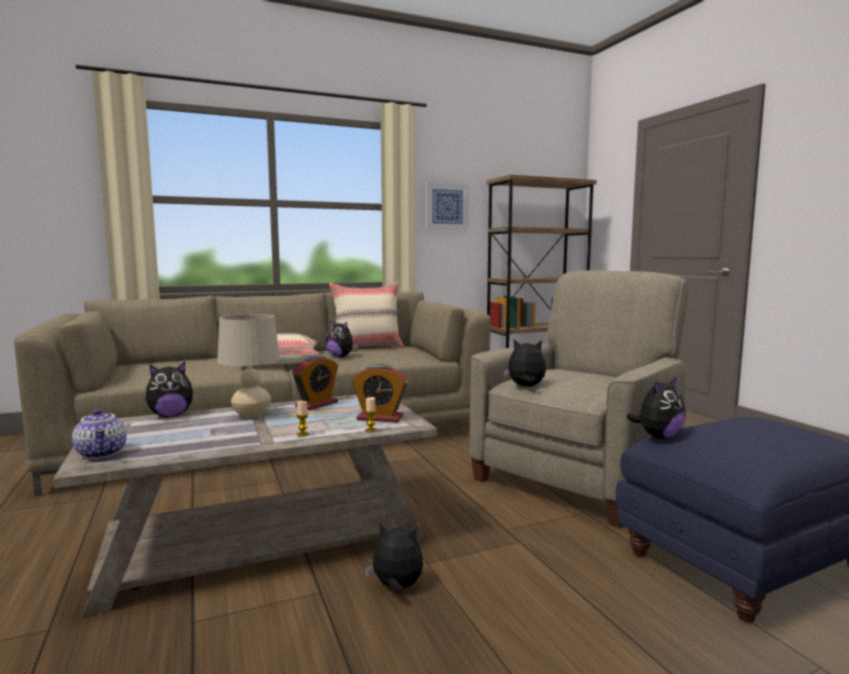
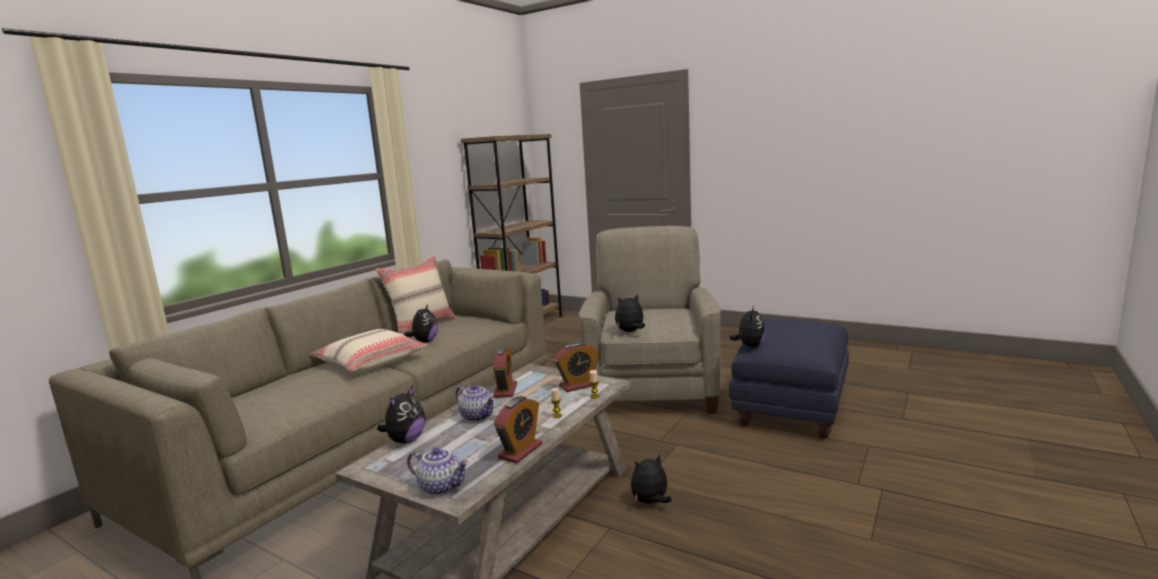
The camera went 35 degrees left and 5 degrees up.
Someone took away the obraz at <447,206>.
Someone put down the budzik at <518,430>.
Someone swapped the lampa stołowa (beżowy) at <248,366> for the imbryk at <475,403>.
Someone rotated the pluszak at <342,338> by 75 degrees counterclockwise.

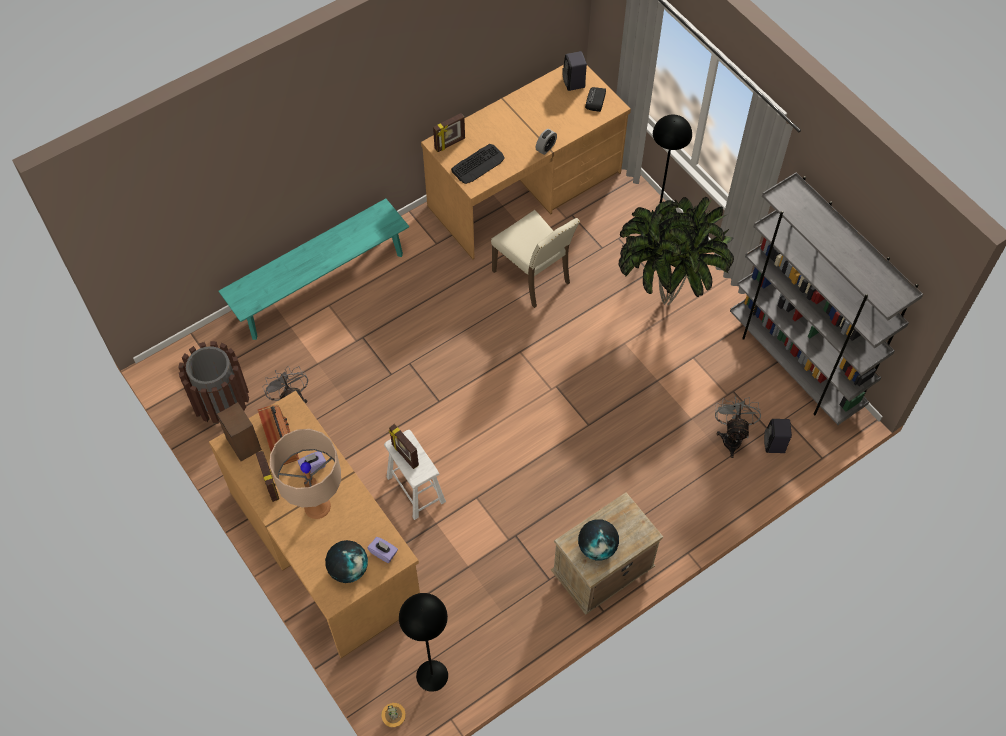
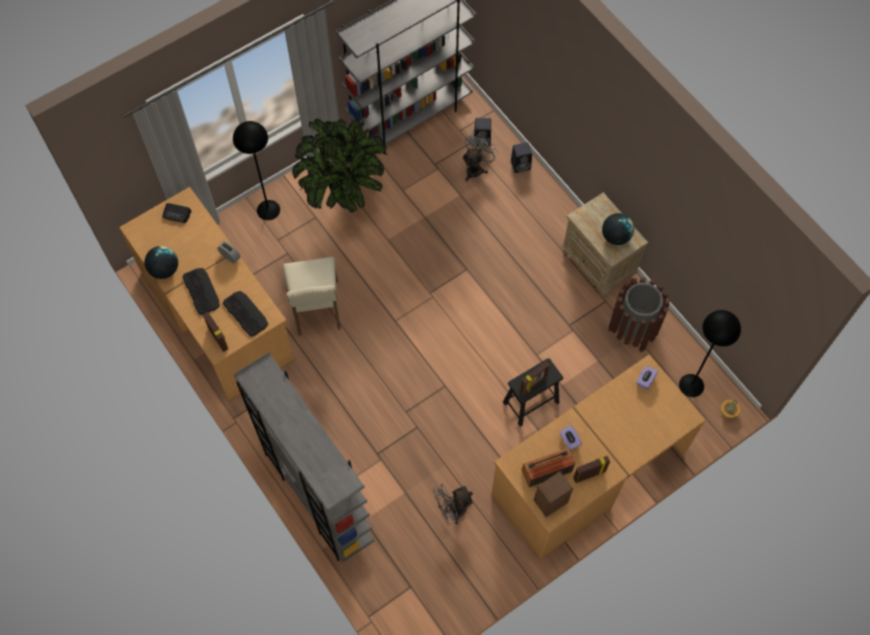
The camera went 90 degrees left and 5 degrees up.
Someone took away the lampa stołowa (beżowy) at <305,474>.
Someone put down the klawiatura at <201,291>.
Someone carried the kosz na śmieci (brązowy) from <213,382> to <639,314>.
Someone carried the globus from <346,561> to <161,262>.
Someone carried the głośnik (czarny) from <574,71> to <521,157>.
Someone swapped the ławka (turkusowy) at <313,269> for the regał (szary) at <304,457>.
Someone repainted the stołek (biały) at <415,475>, which became the stołek (czarny) at <533,392>.
Someone rotated the krzesło (beżowy) at <535,259> by 120 degrees clockwise.
Someone rotated the wentylator (szary) at <738,427> by 120 degrees clockwise.

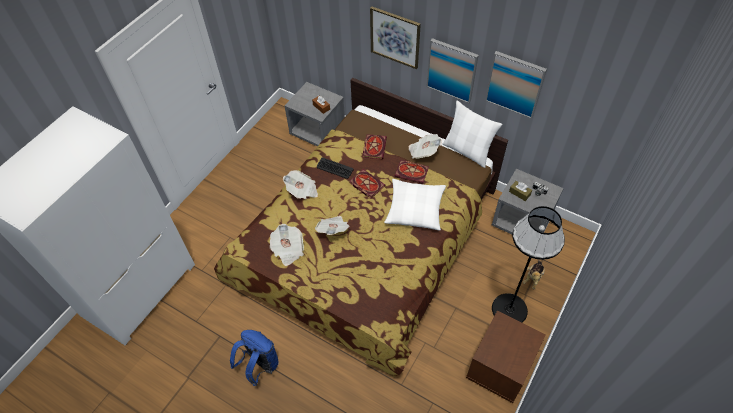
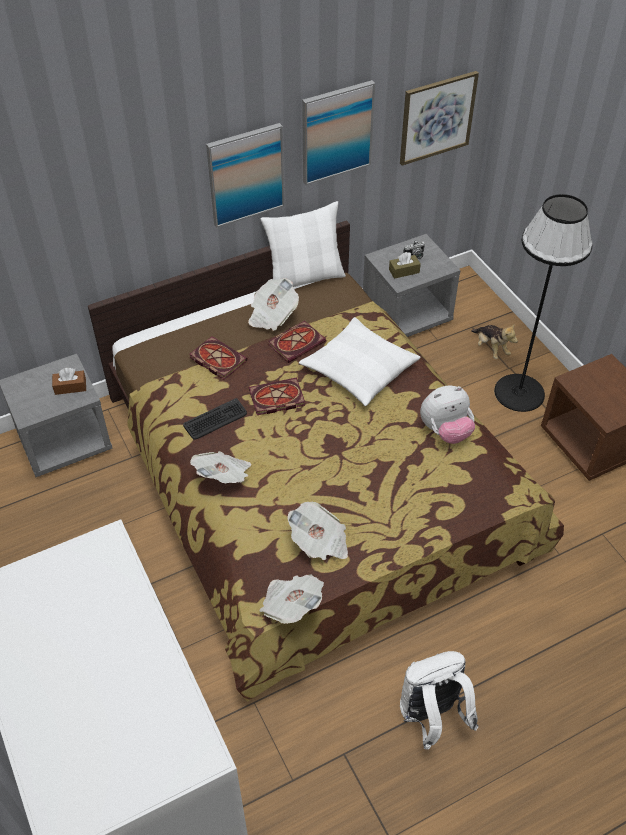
The camera went 60 degrees left and 5 degrees down.
Someone put down the pluszak at <447,415>.
Someone carried the gazeta from <332,225> to <291,599>.
Someone carried the obraz from <395,37> to <439,118>.
Someone repainted the plecak (niebieski) at <254,358>, which became the plecak (biały) at <439,700>.

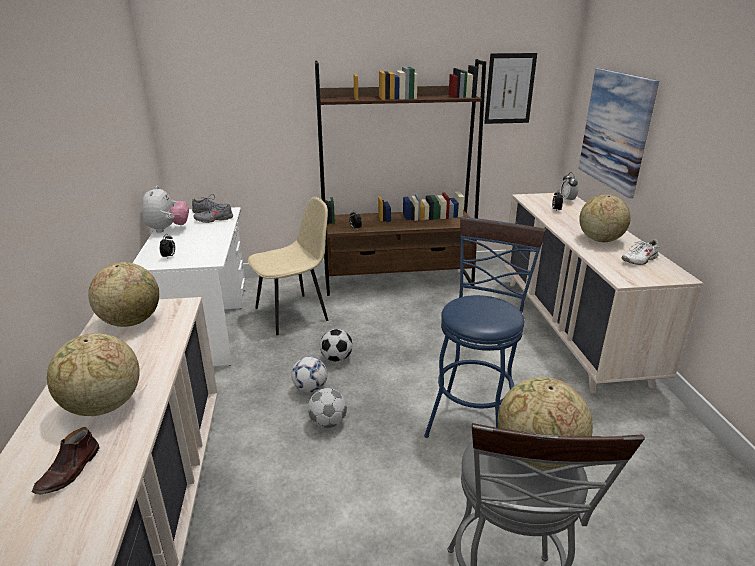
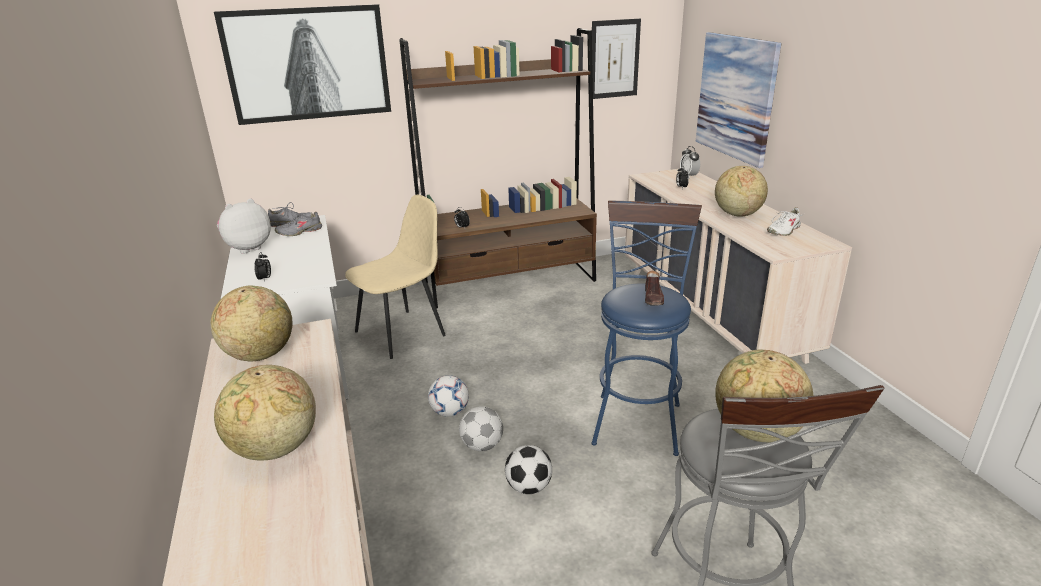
The camera went 10 degrees left and 0 degrees up.
Someone put up the obraz at <302,64>.
Someone carried the but (brązowy) from <66,461> to <654,288>.
Someone carried the piłka futbolowa from <336,345> to <528,469>.
Someone rotated the pluszak at <165,209> by 120 degrees counterclockwise.

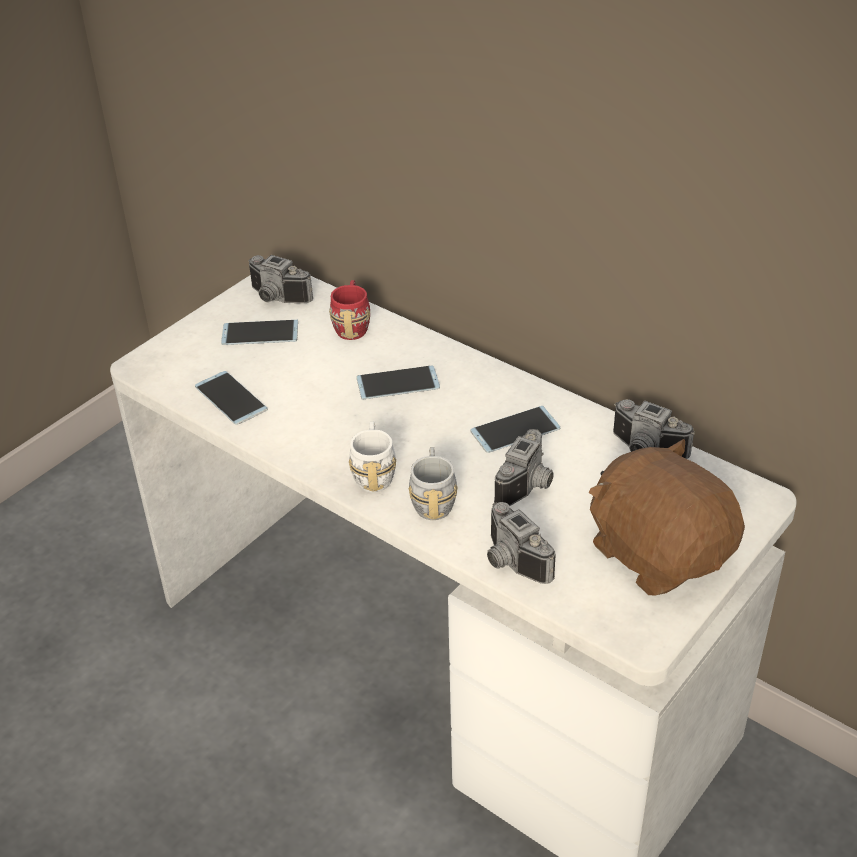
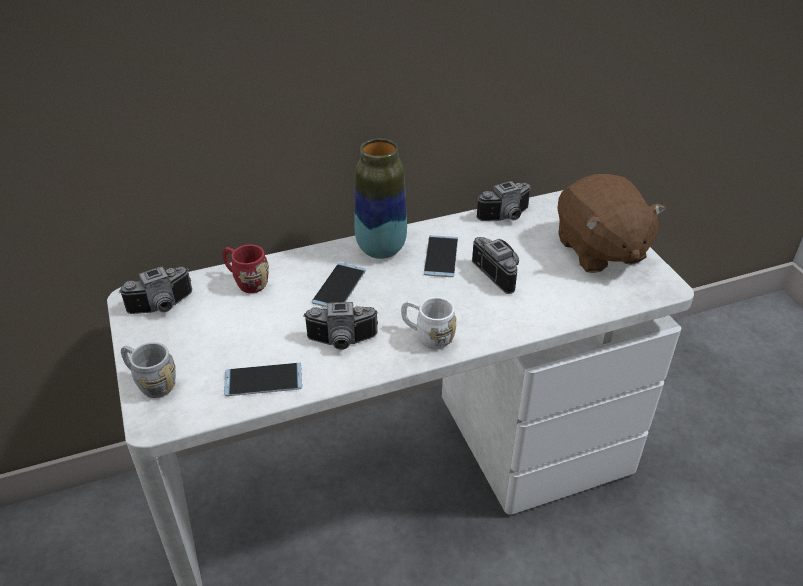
The camera went 60 degrees left and 0 degrees up.
Someone took away the telefon at <259,332>.
Someone put down the wazon at <380,198>.
Someone carried the kubek (szary) from <433,483> to <148,370>.
Someone carried the aparat fotograficzny from <521,543> to <340,326>.
Someone rotated the pluszak (brązowy) at <667,517> by 105 degrees counterclockwise.

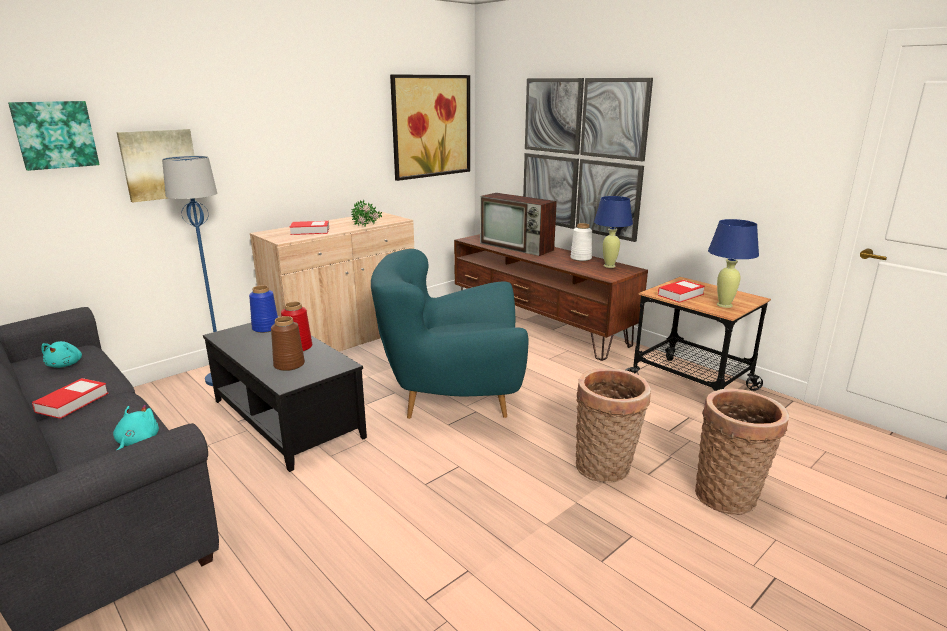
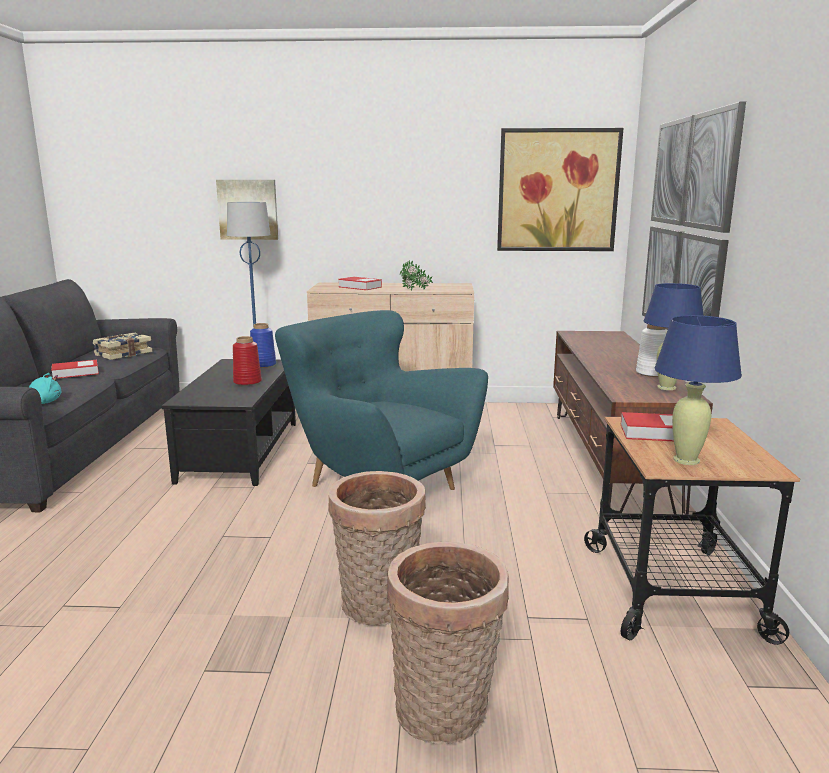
The camera went 45 degrees right and 5 degrees down.
Someone took away the obraz at <54,136>.
Someone took away the wazon (brązowy) at <288,343>.
Someone took away the telewizor at <518,224>.
Someone swapped the pluszak (turkusowy) at <61,354> for the książka at <122,346>.

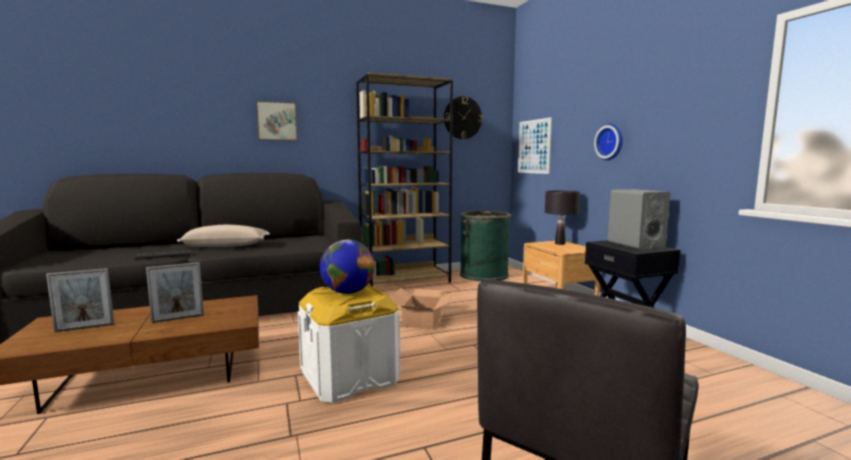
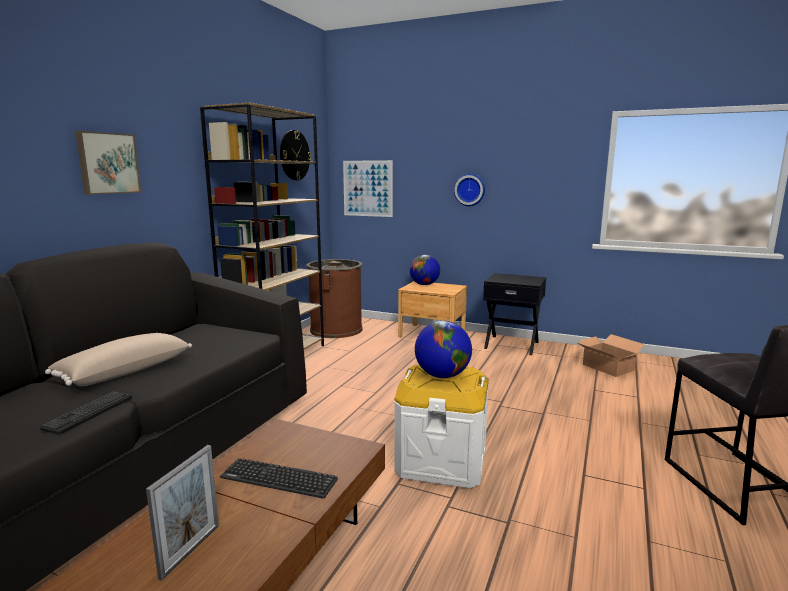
The camera went 45 degrees left and 5 degrees up.
Someone took away the głośnik (szary) at <639,219>.
Someone carried the karton from <422,308> to <611,355>.
Someone swapped the ramka na zdjęcie at <175,292> for the klawiatura at <279,478>.
Someone swapped the lampa stołowa (czarny) at <562,218> for the globus at <425,270>.
Someone repainted the kosz na śmieci (zielony) at <486,246>, which became the kosz na śmieci (brązowy) at <334,298>.

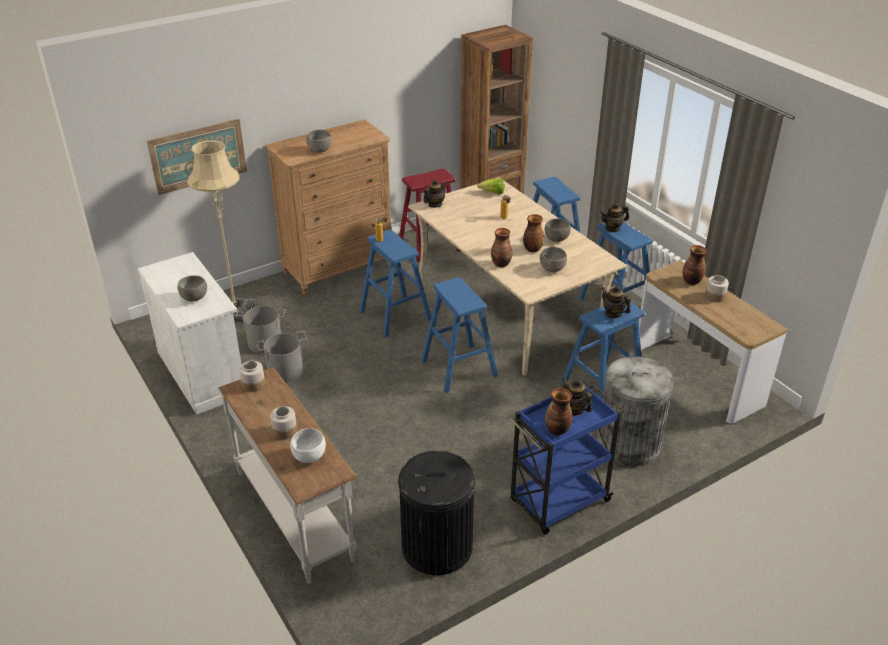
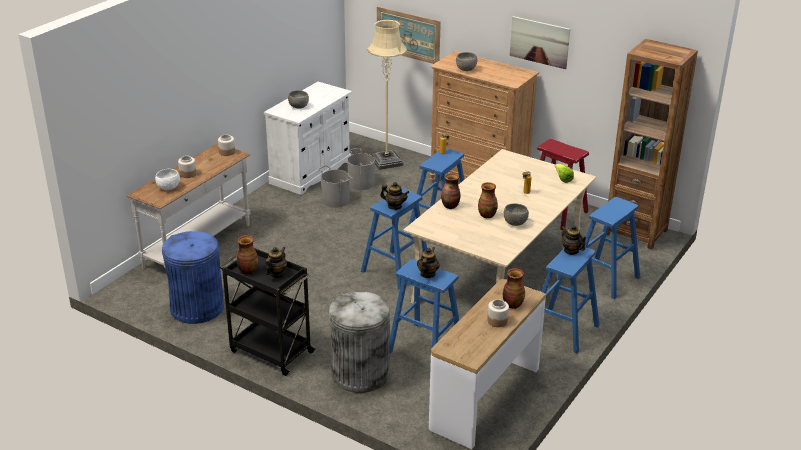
The camera went 65 degrees right and 5 degrees down.
Someone took away the miska (szary) at <553,259>.
Someone put up the obraz at <540,42>.
Someone carried the imbryk from <435,193> to <394,196>.
Someone repainted the kosz na śmieci (czarny) at <436,513>, which became the kosz na śmieci (niebieski) at <193,277>.
Someone repainted the wózek (niebieski) at <567,458>, which became the wózek (czarny) at <267,312>.

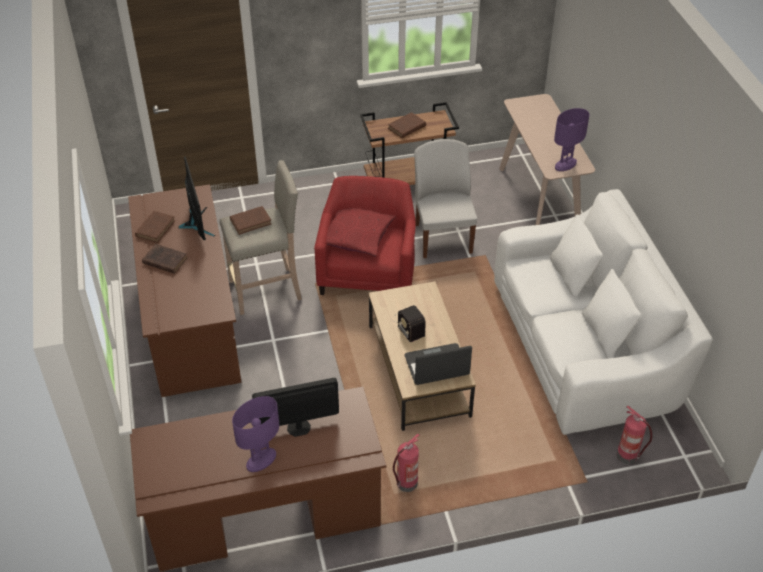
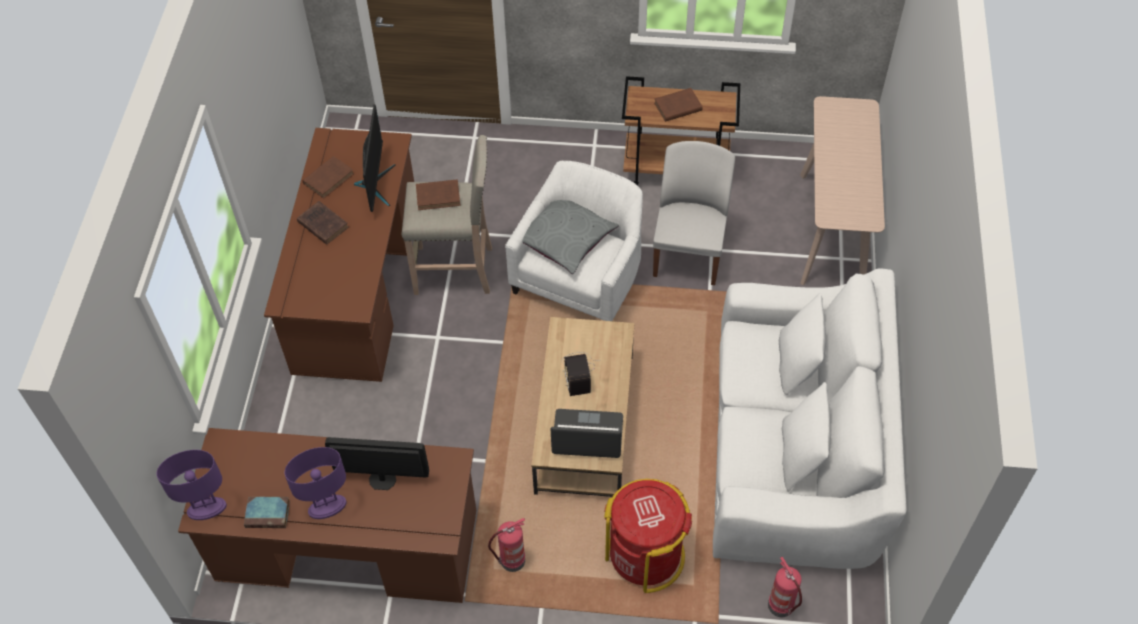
The camera went 20 degrees right and 10 degrees up.
Someone put down the książka at <267,512>.
Someone put down the kosz na śmieci (czerwony) at <648,536>.
Someone carried the lampa stołowa (fioletowy) from <571,139> to <192,485>.
Someone repainted the fotel (czerwony) at <365,235>, which became the fotel (biały) at <574,241>.
Someone repainted the poduszka (czerwony) at <361,232>, which became the poduszka (szary) at <570,237>.

